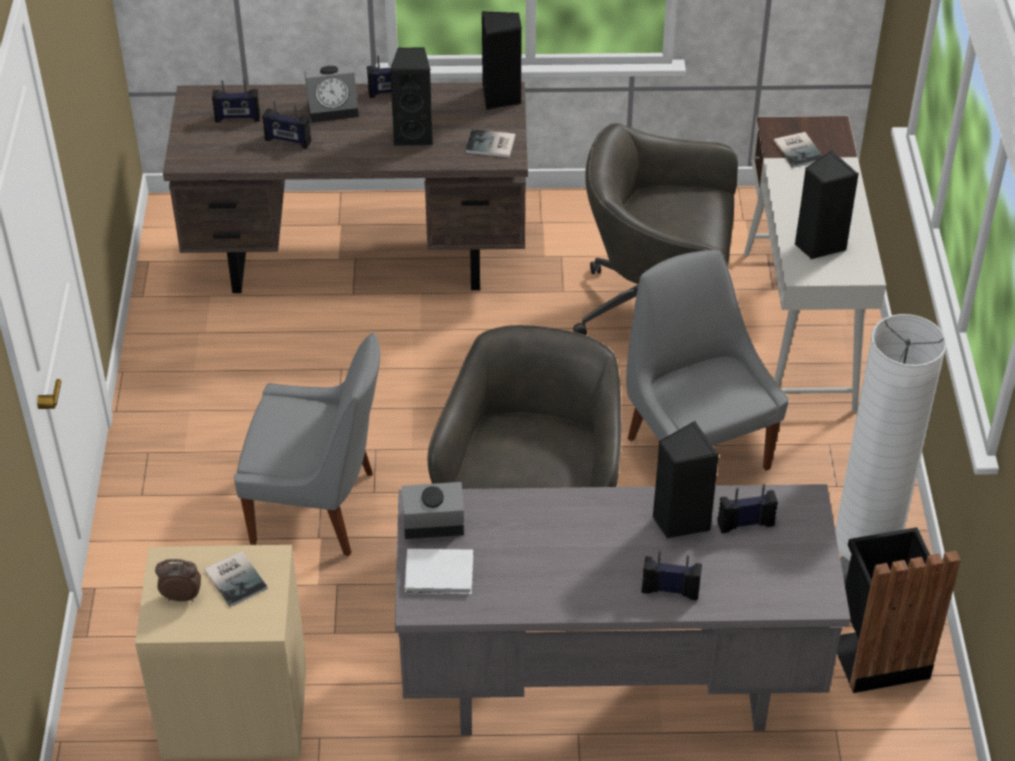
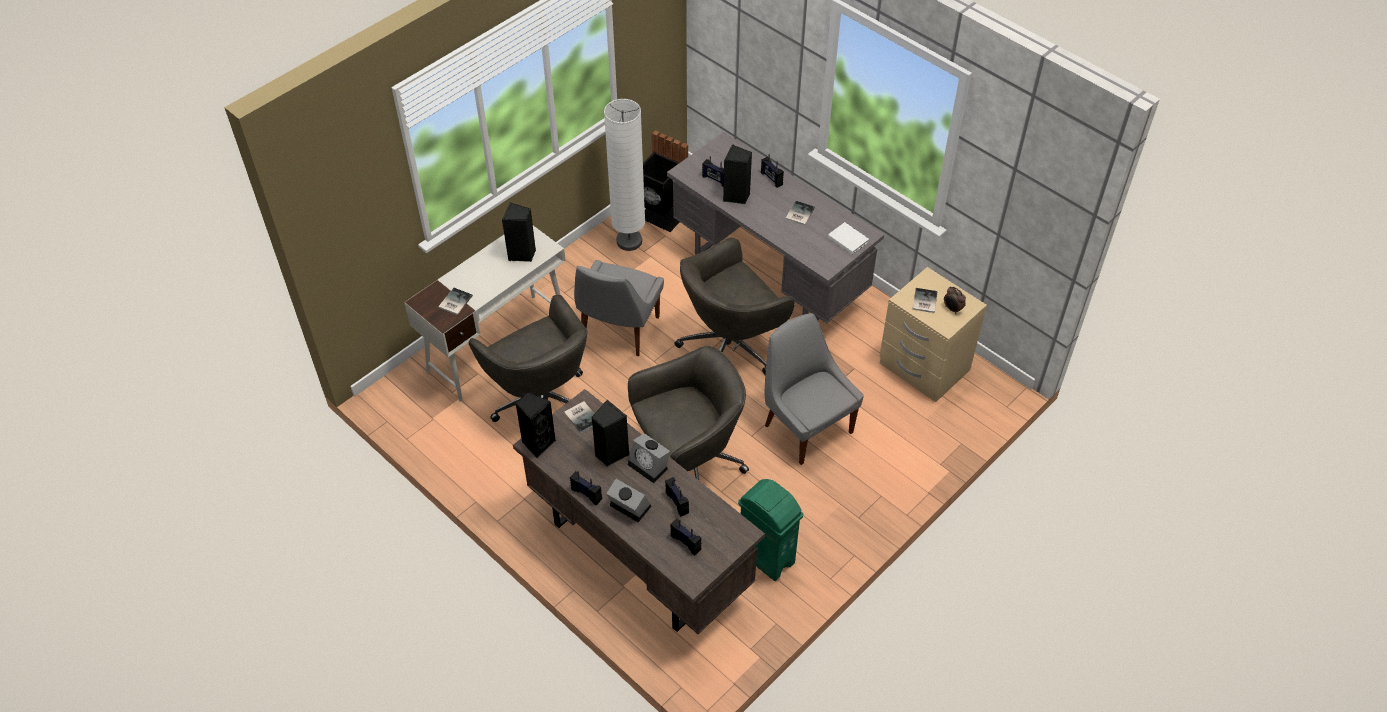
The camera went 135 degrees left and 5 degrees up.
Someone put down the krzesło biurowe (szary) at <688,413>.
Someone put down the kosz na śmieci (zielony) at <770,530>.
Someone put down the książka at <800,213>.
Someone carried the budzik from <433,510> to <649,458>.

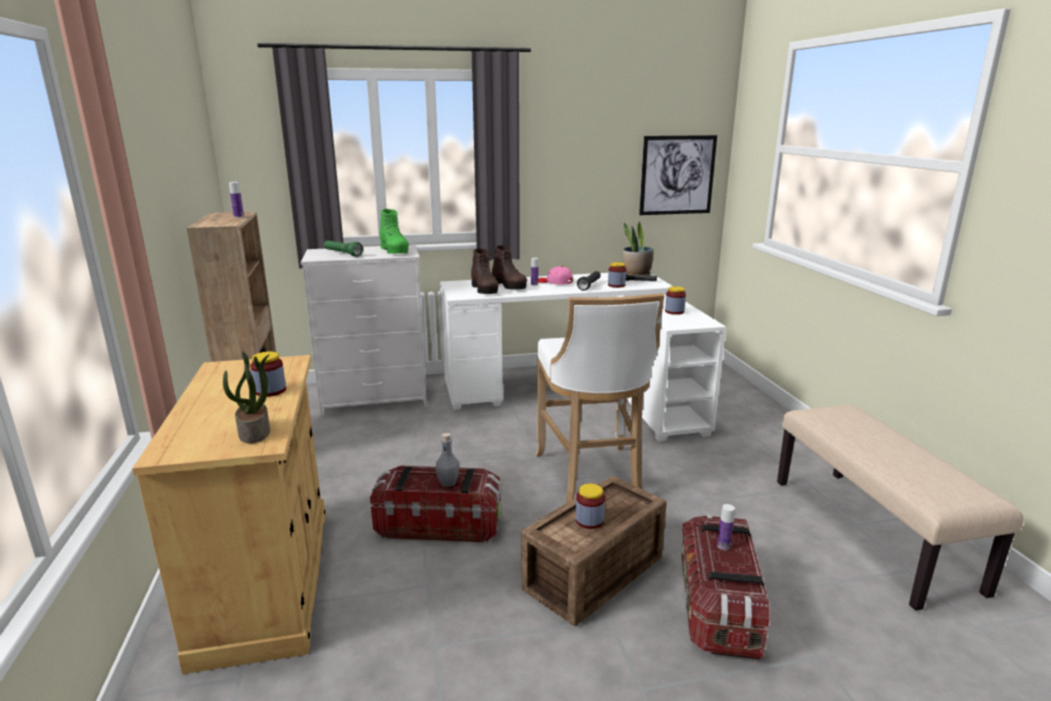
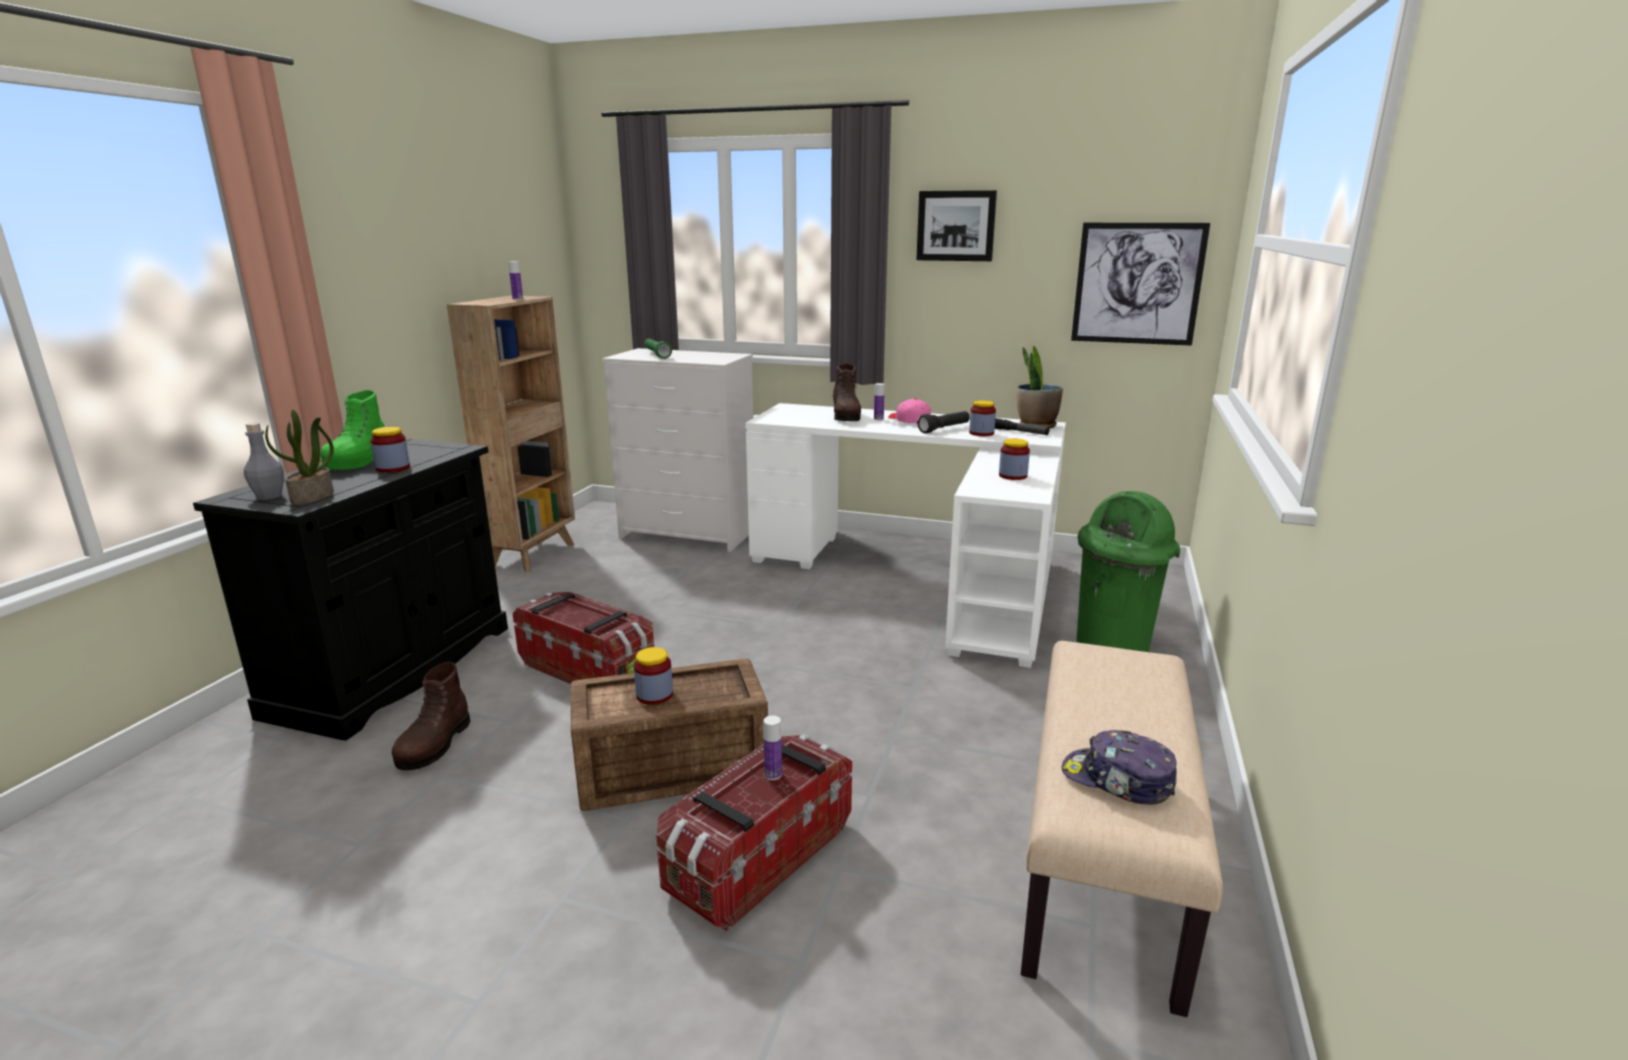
The camera went 30 degrees right and 0 degrees up.
Someone took away the stołek (biały) at <599,398>.
Someone put up the obraz at <956,225>.
Someone put down the czapka z daszkiem at <1119,767>.
Someone put down the kosz na śmieci (zielony) at <1128,571>.
Someone carried the but z cholewką (zielony) from <394,231> to <352,430>.
Someone carried the butelka (szary) from <447,460> to <264,461>.
Someone carried the but z cholewką (brązowy) from <485,271> to <431,716>.
Someone repainted the szafka (beżowy) at <229,514>, which became the szafka (czarny) at <350,590>.

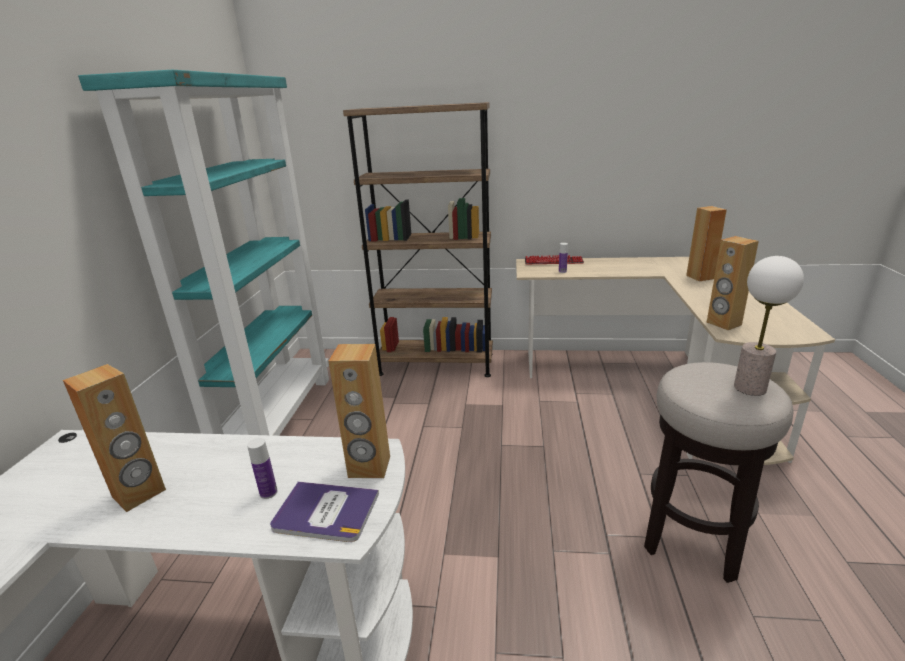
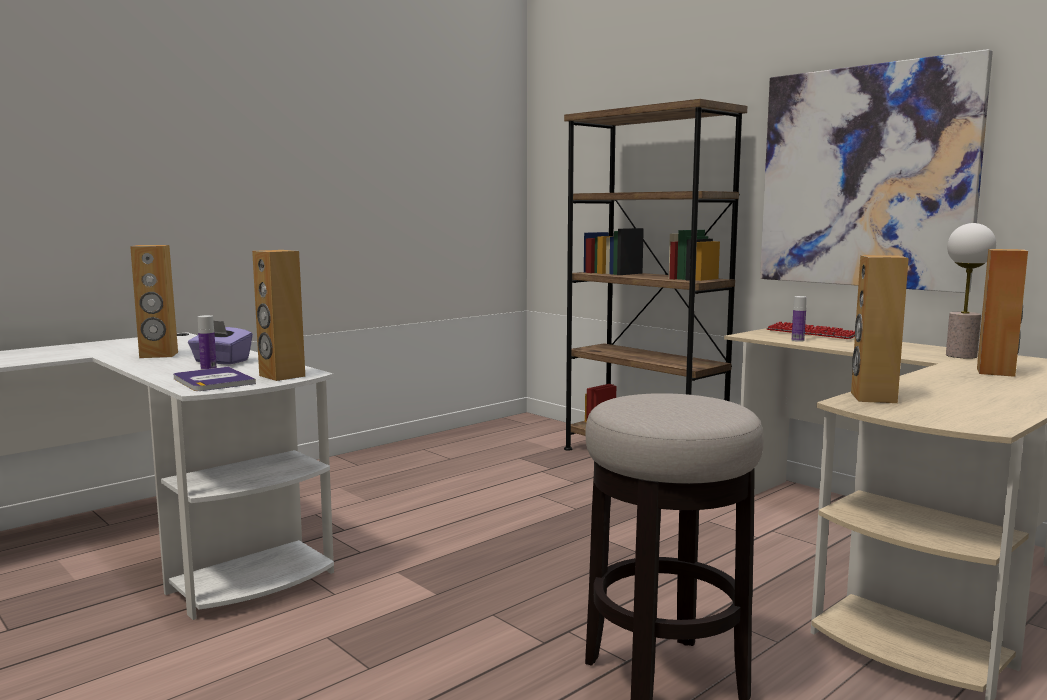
The camera went 40 degrees right and 15 degrees down.
Someone took away the regał (turkusowy) at <203,253>.
Someone put down the pudełko chusteczek (fioletowy) at <220,343>.
Someone put up the obraz at <876,171>.
Someone carried the lampa stołowa from <769,326> to <971,291>.

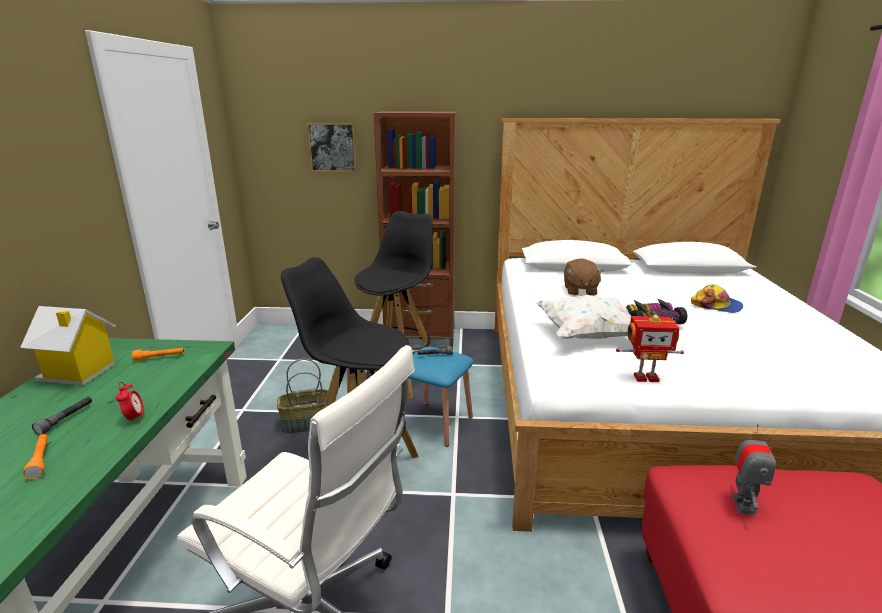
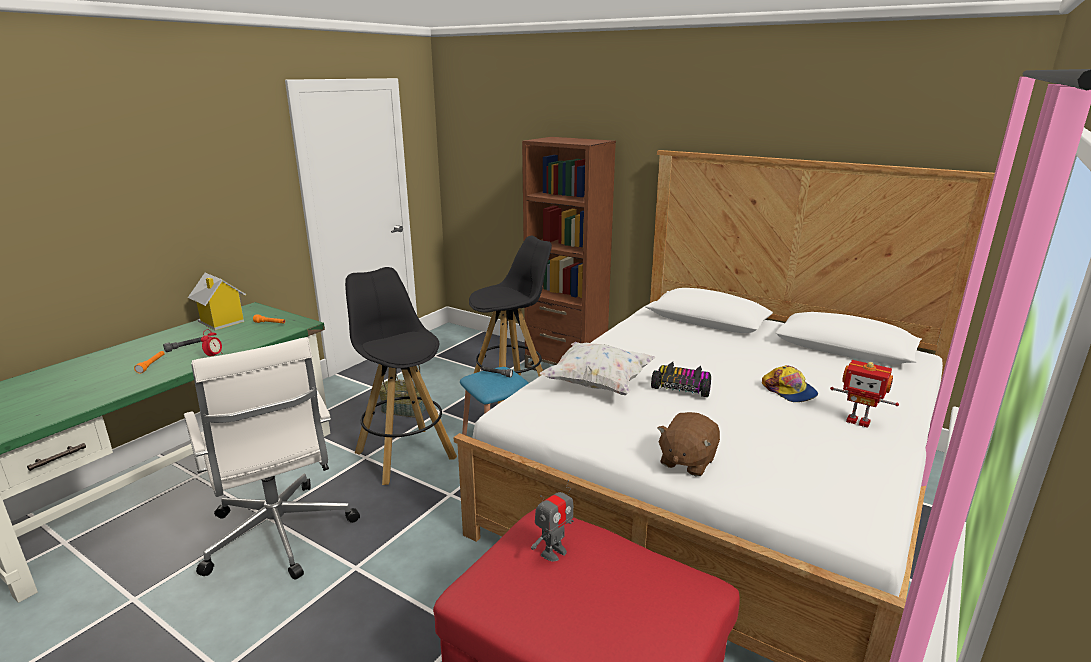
The camera went 30 degrees right and 0 degrees up.
Someone took away the obraz at <332,147>.
Someone carried the pluszak (brązowy) from <584,277> to <688,444>.
Someone carried the robot zabawkowy from <650,348> to <864,394>.

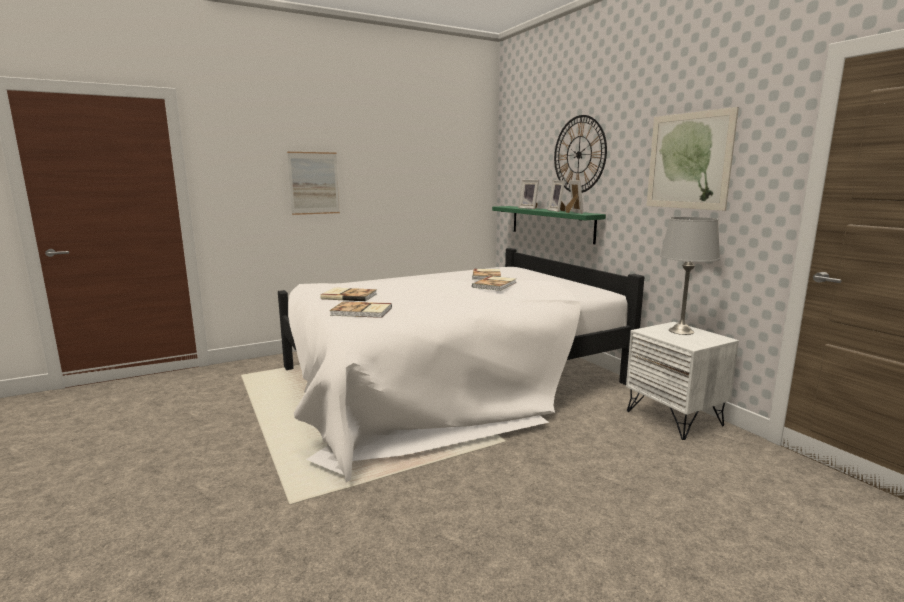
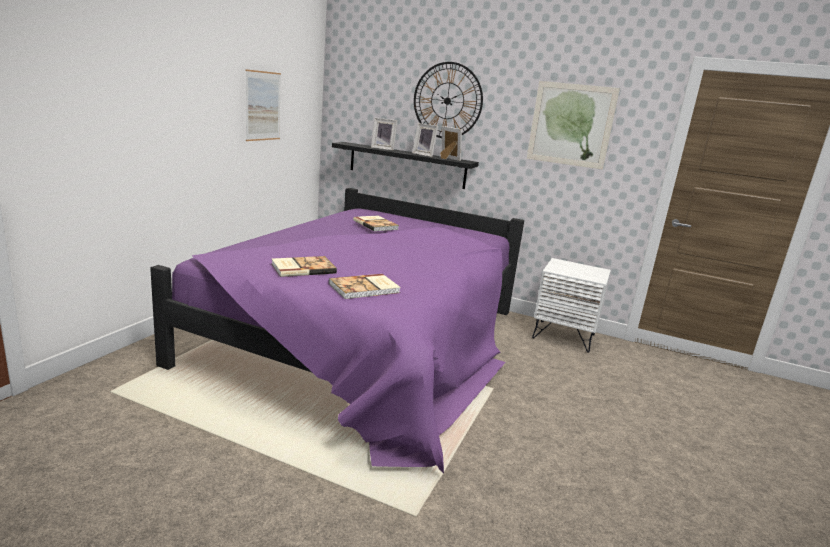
The camera went 40 degrees left and 5 degrees up.
Someone took away the książka at <494,283>.
Someone took away the lampa stołowa (szary) at <690,276>.
Someone carried the obraz from <313,183> to <263,105>.
Someone repainted the łóżko (biały) at <461,365>, which became the łóżko (fioletowy) at <337,330>.
Someone repainted the półka (zielony) at <549,225>, which became the półka (czarny) at <405,165>.

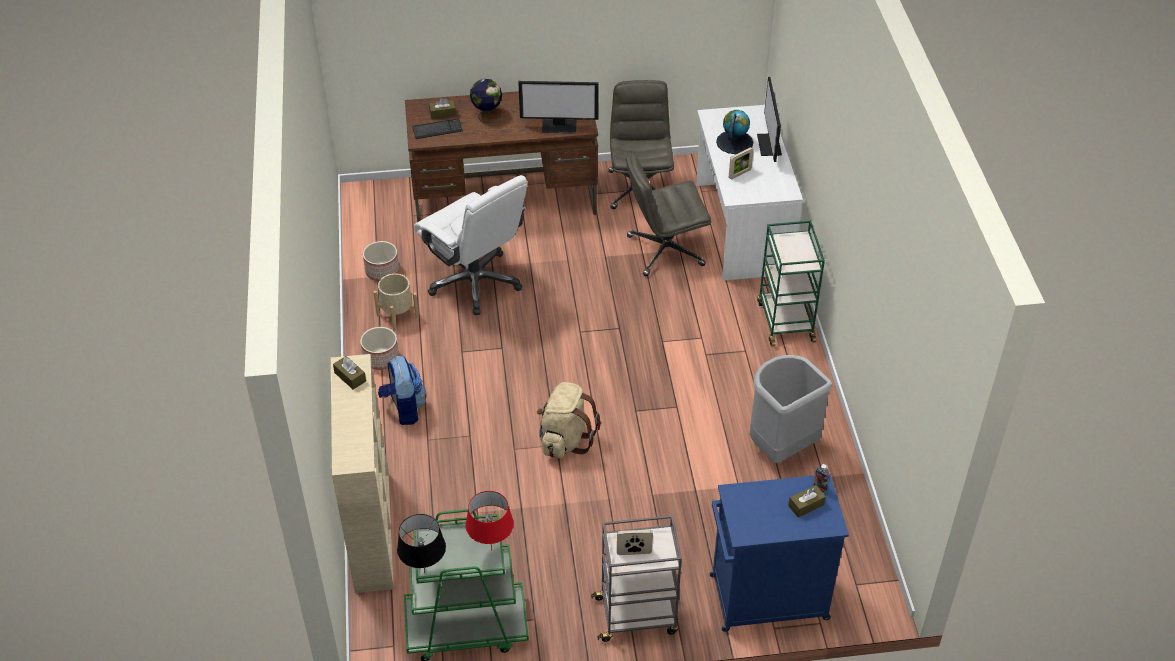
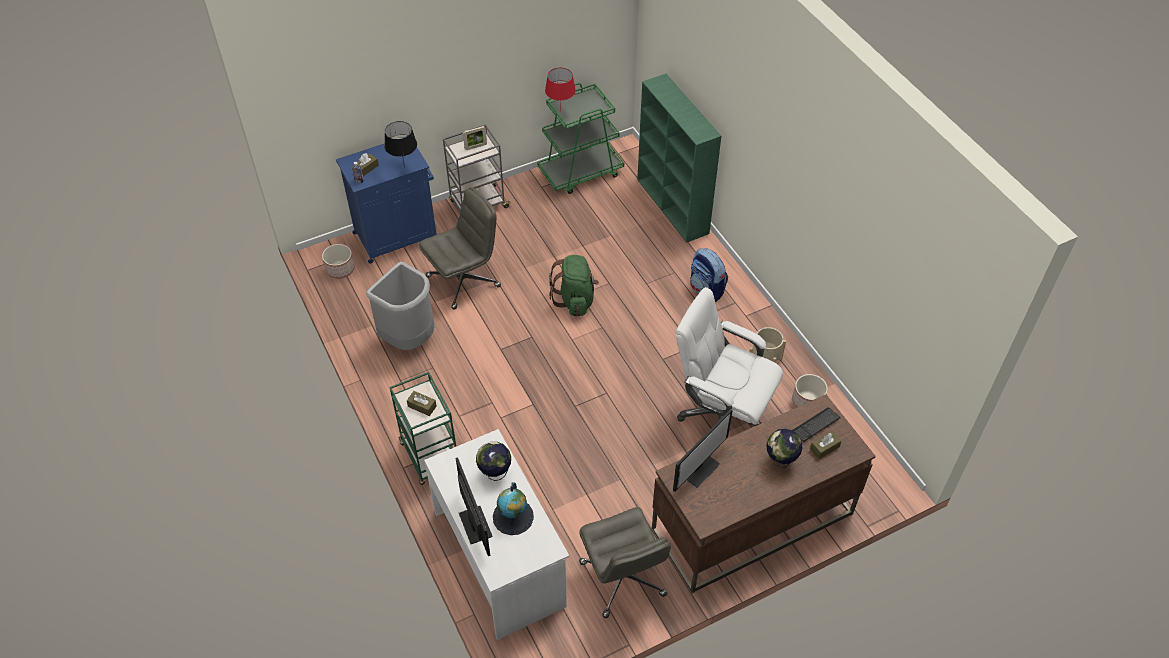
The camera went 160 degrees right and 5 degrees up.
Someone carried the pudełko chusteczek (brązowy) from <349,373> to <422,403>.
Someone carried the donica from <379,348> to <338,261>.
Someone carried the lampa stołowa (czarny) from <421,543> to <400,144>.
Someone carried the krzesło biurowe (szary) from <668,215> to <460,248>.
Someone swapped the ramka na zdjęcie at <741,163> for the globus at <493,461>.
Someone repainted the regał (beżowy) at <362,473>, which became the regał (zielony) at <679,158>.
Someone repainted the plecak (beżowy) at <569,420>, which became the plecak (zielony) at <574,285>.
Someone rotated the monitor at <558,107> by 150 degrees clockwise.

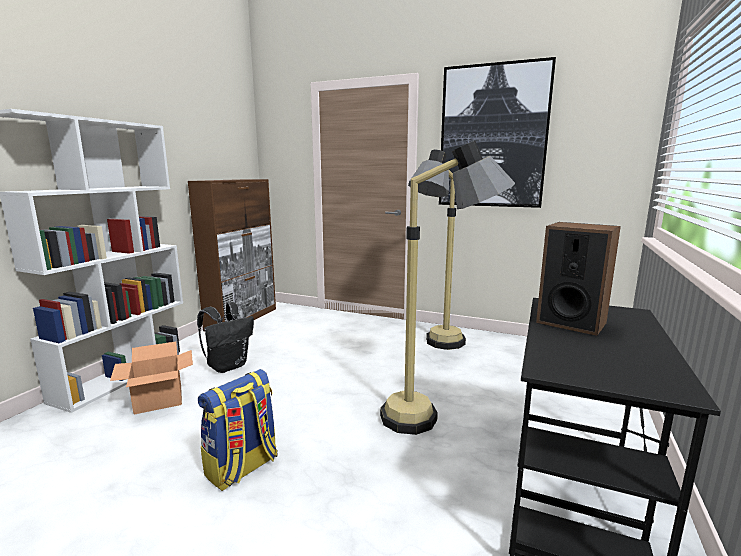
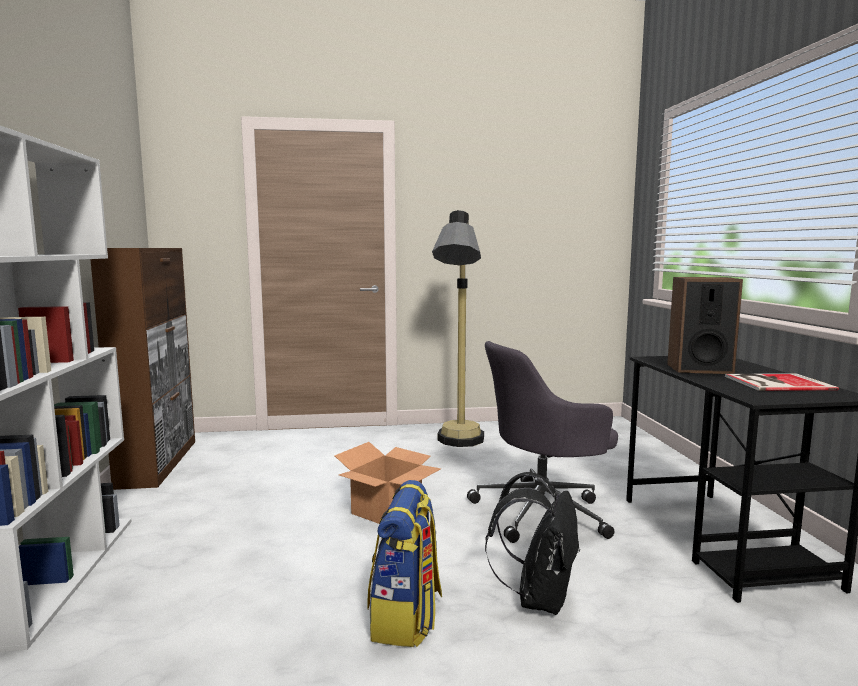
The camera went 30 degrees left and 5 degrees down.
Someone took away the obraz at <497,132>.
Someone put down the książka at <782,382>.
Someone carried the karton from <151,378> to <387,483>.
Someone carried the plecak (czarny) from <225,337> to <532,543>.
Someone swapped the lampa stojąca at <447,287> for the krzesło biurowe (szary) at <542,442>.

